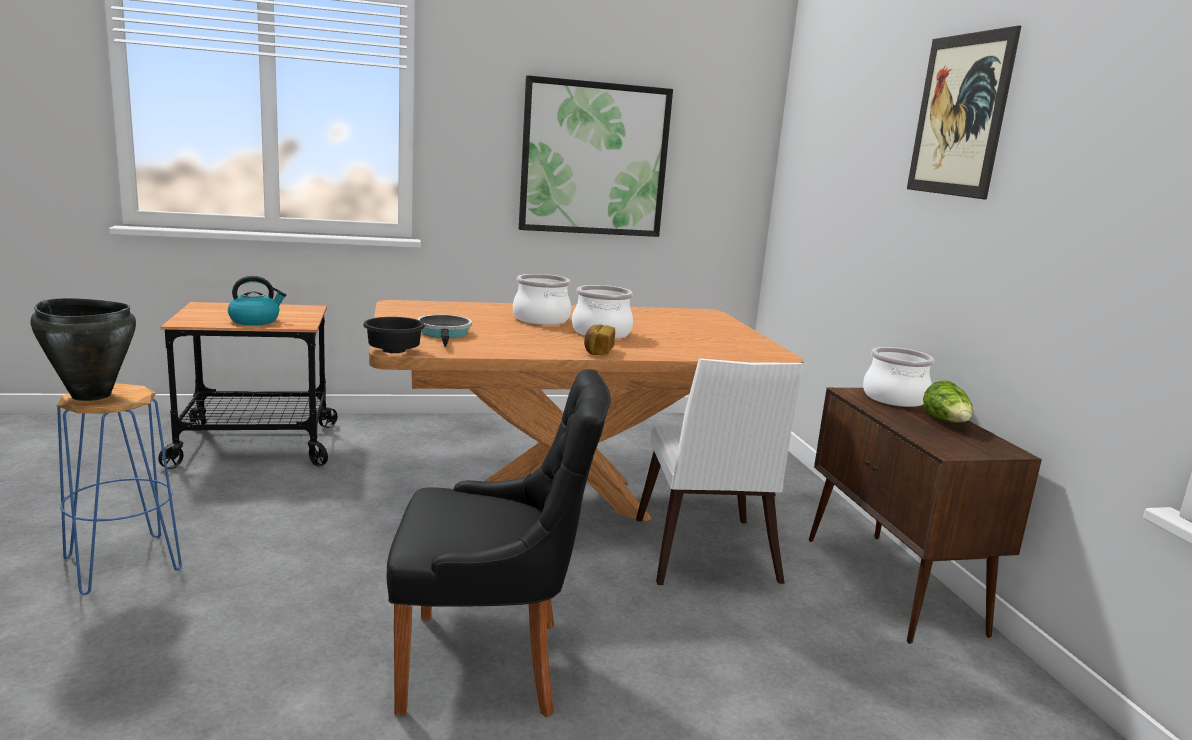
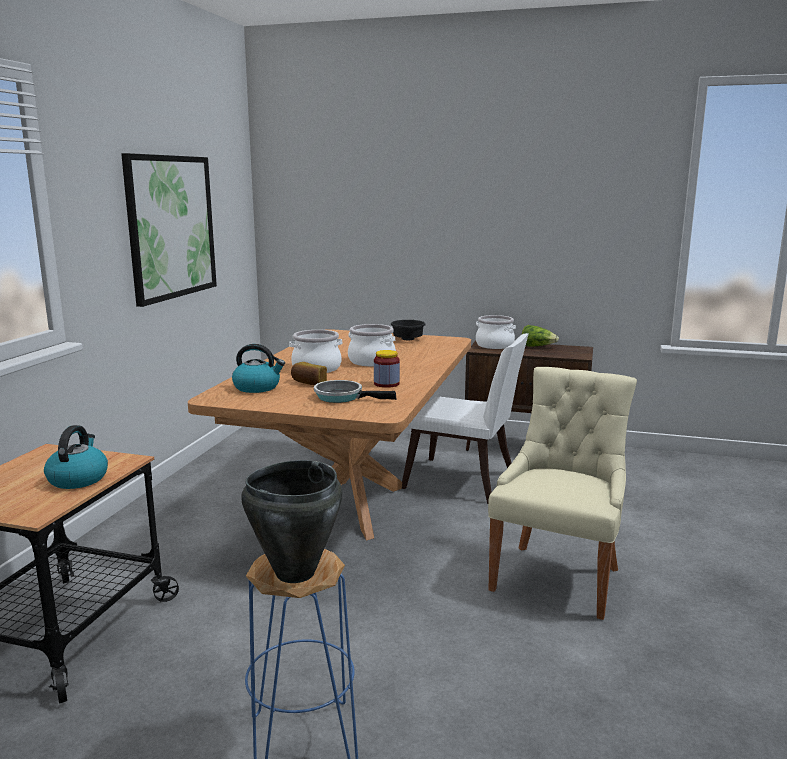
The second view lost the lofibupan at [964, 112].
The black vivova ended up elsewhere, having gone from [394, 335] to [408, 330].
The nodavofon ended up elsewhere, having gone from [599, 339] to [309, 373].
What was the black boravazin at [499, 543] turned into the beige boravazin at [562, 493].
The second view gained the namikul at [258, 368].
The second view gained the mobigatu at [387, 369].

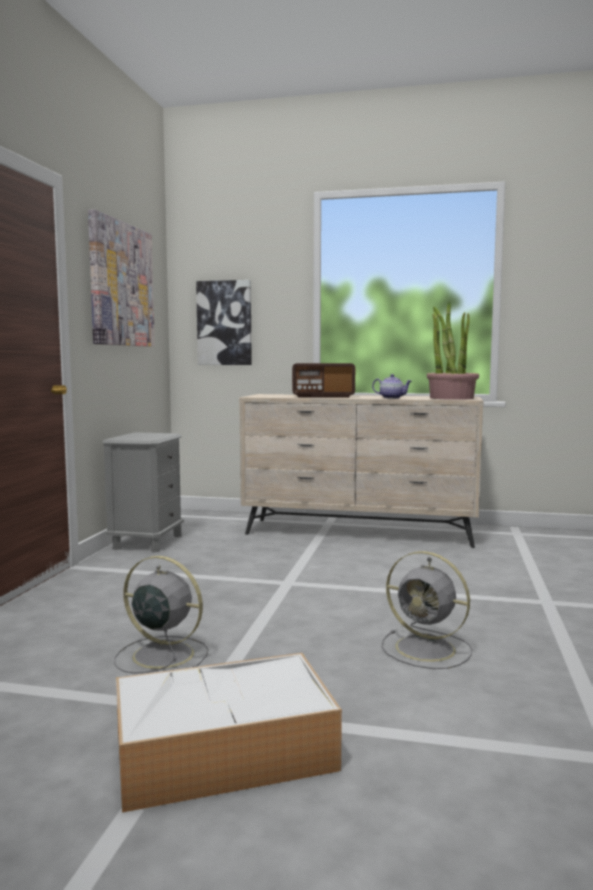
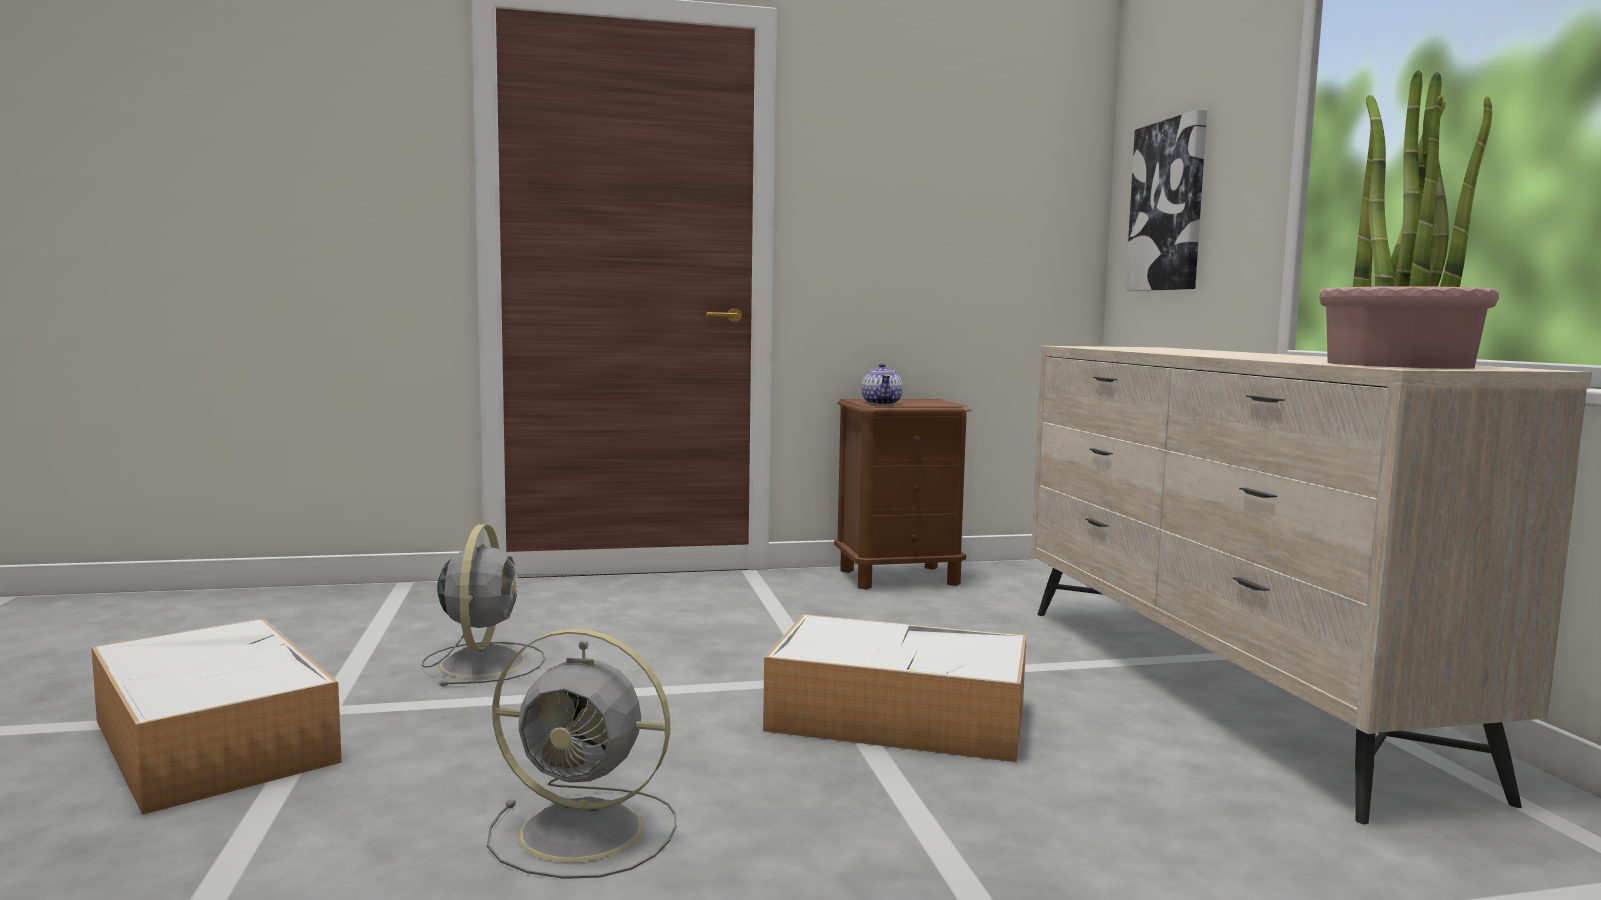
The second view lost the lofibupan at [121, 278].
The second view lost the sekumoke at [323, 380].
The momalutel ended up elsewhere, having gone from [392, 386] to [882, 384].
What was the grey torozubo at [143, 492] turned into the brown torozubo at [902, 494].
The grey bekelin at [427, 610] ended up facing another way, 90 degrees counterclockwise from before.
The second view gained the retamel at [894, 688].

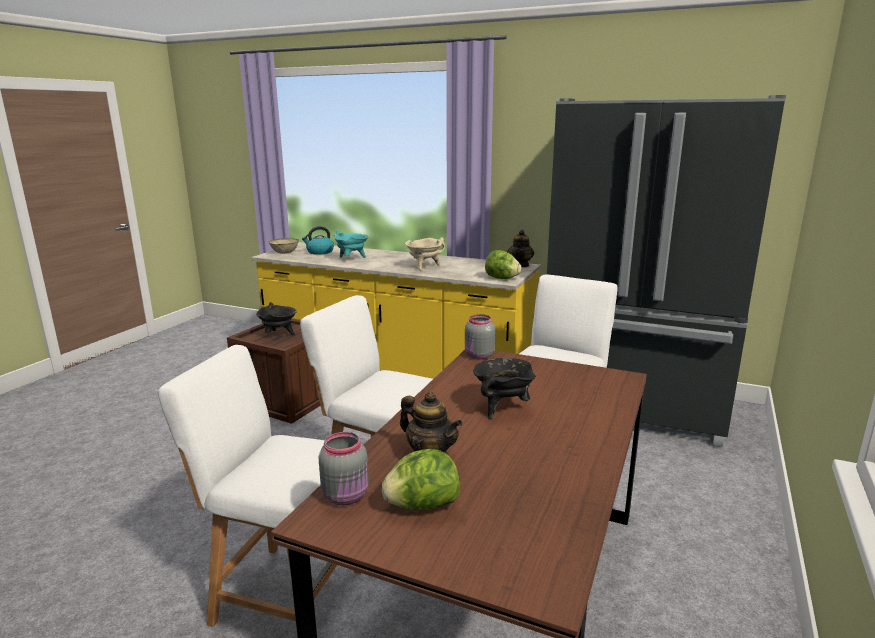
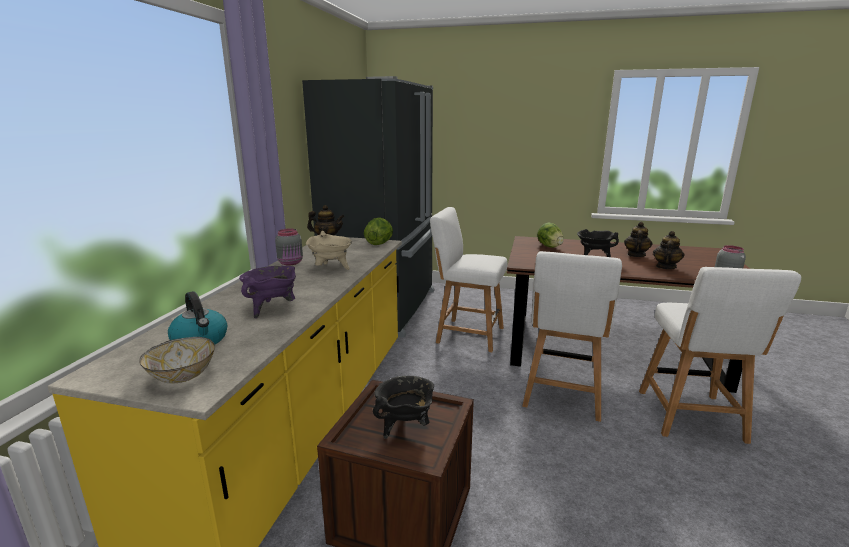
What was the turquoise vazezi at [350, 244] turned into the purple vazezi at [267, 292].
The grey mobigatu ended up elsewhere, having gone from [480, 336] to [289, 247].
The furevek ended up elsewhere, having gone from [421, 479] to [550, 235].
The second view gained the momalutel at [638, 239].

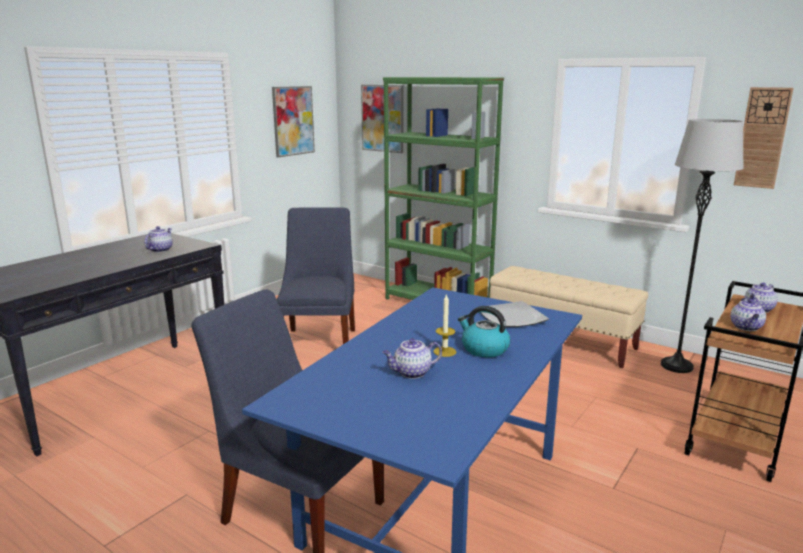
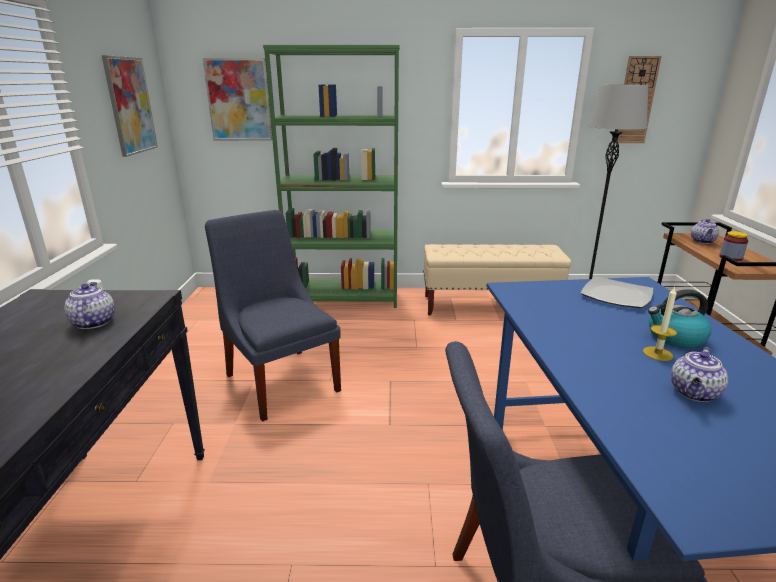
Where the momalutel stood at [748, 314], the mobigatu came to stand at [733, 246].

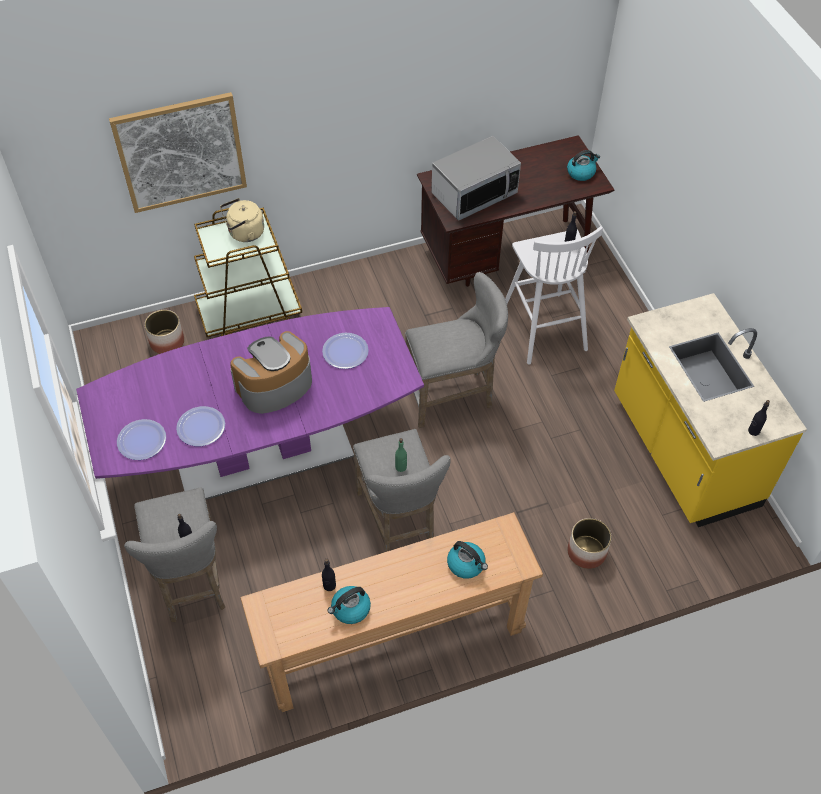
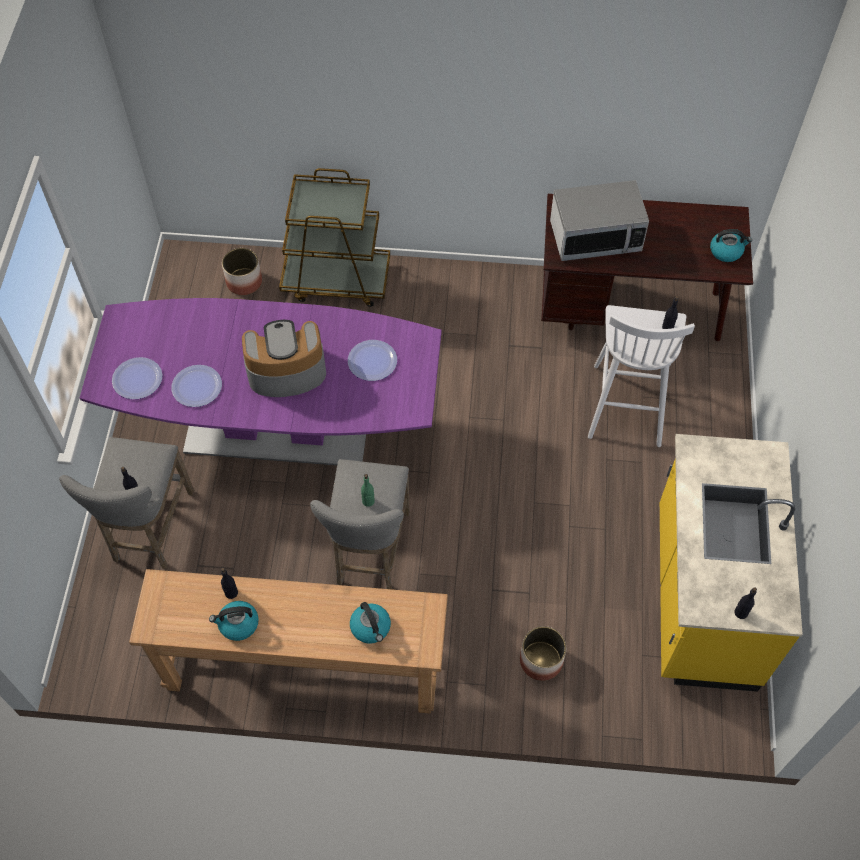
The second view lost the lofibupan at [178, 152].
The second view lost the beige namikul at [242, 220].
The second view lost the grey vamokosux at [456, 350].

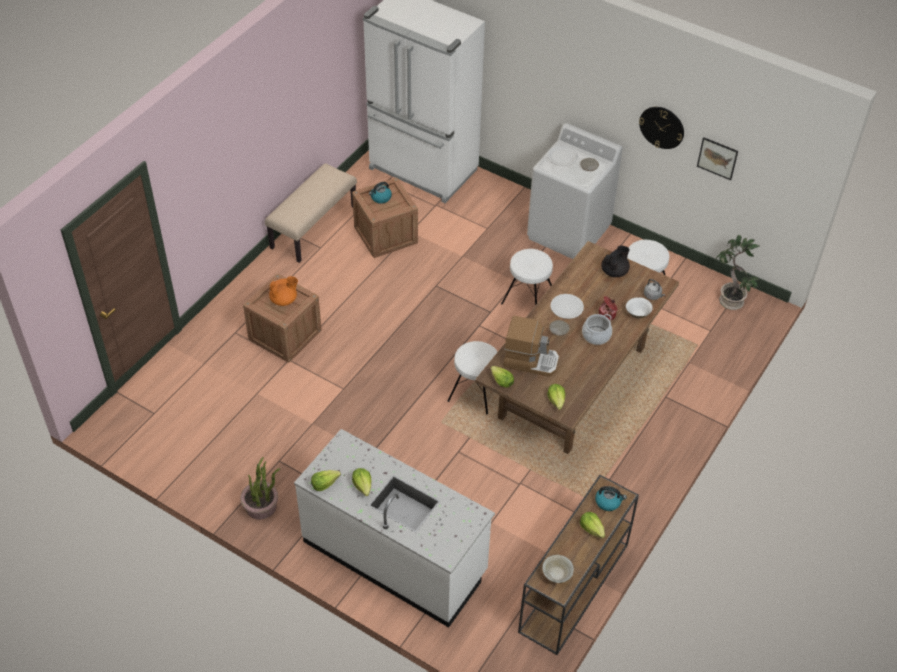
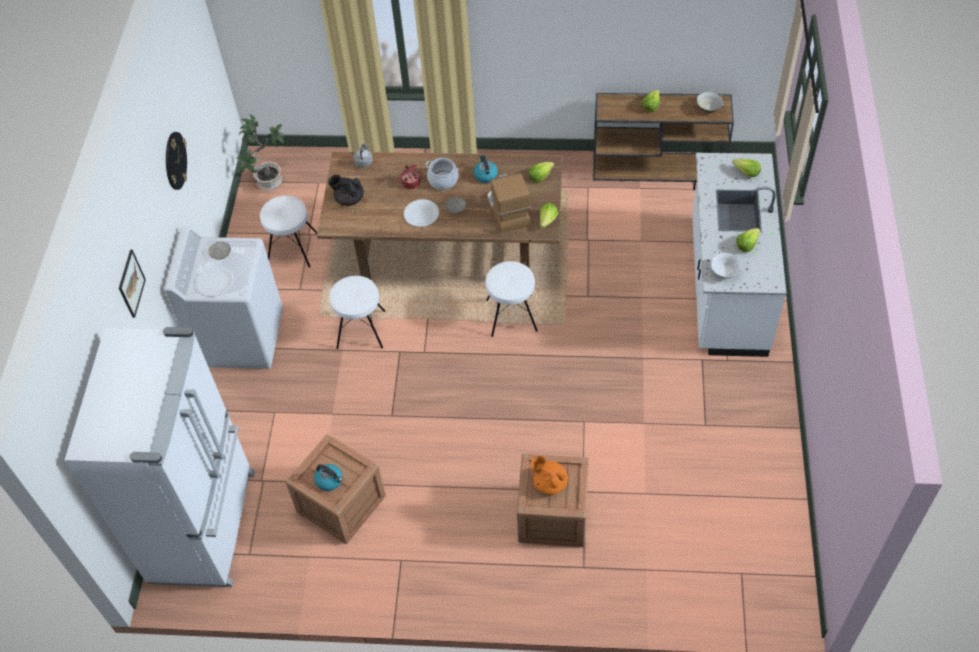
The lofibupan ended up elsewhere, having gone from [717, 158] to [132, 284].
The second view lost the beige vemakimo at [311, 213].
The white vivova ended up elsewhere, having gone from [639, 307] to [726, 265].
The second view lost the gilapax at [260, 488].
The furevek ended up elsewhere, having gone from [326, 480] to [746, 168].
The namikul ended up elsewhere, having gone from [611, 498] to [485, 169].

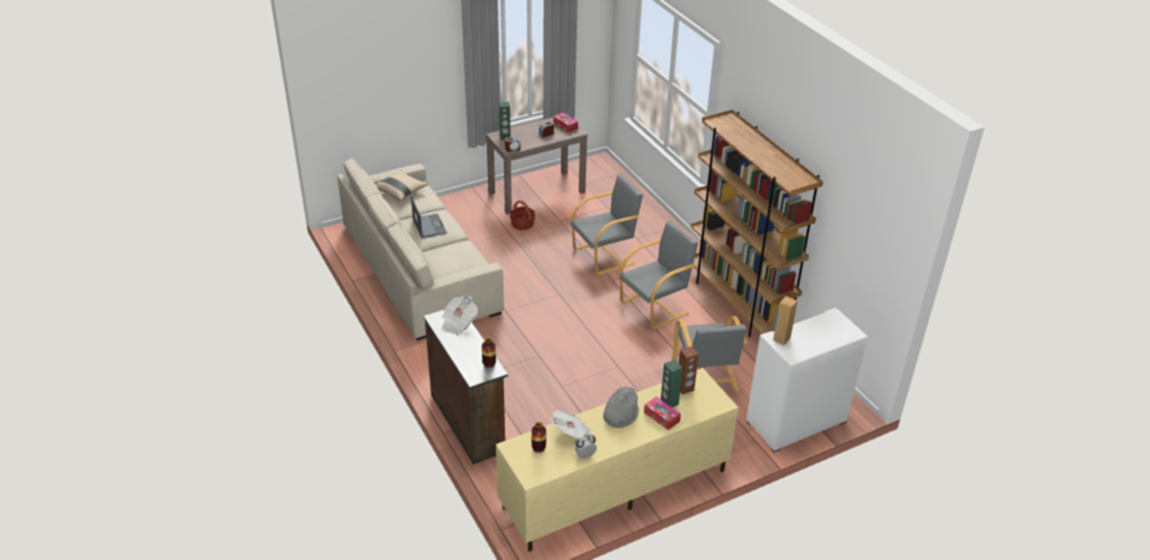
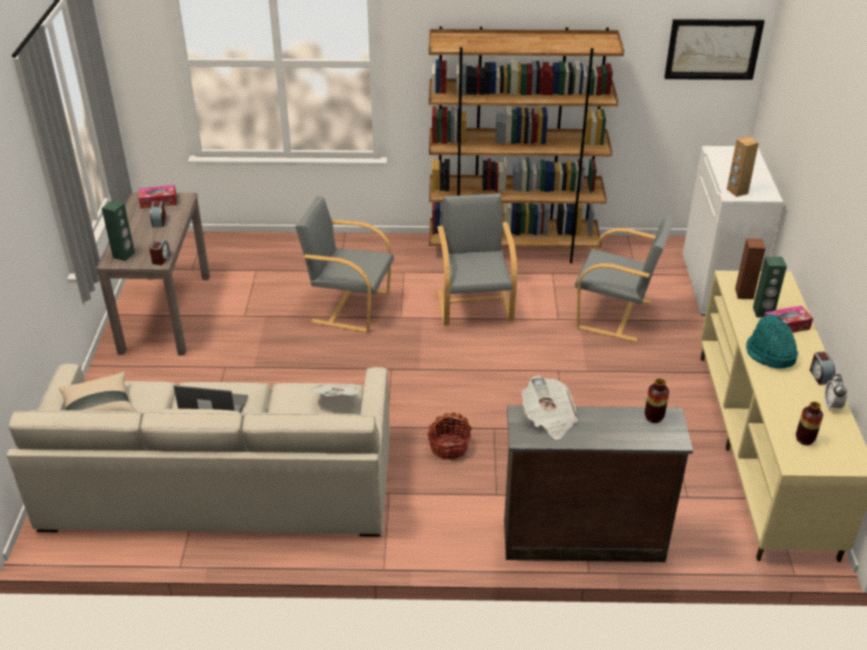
The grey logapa at [607, 224] ended up facing another way, 75 degrees counterclockwise from before.
The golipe ended up elsewhere, having gone from [522, 215] to [449, 435].
What was the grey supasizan at [621, 407] turned into the turquoise supasizan at [772, 341].
The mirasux ended up elsewhere, having gone from [572, 424] to [335, 390].
The second view gained the lofibupan at [714, 49].
The second view gained the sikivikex at [822, 368].

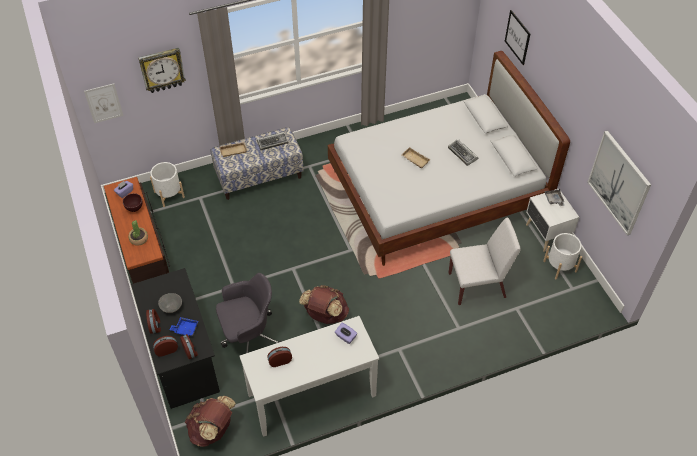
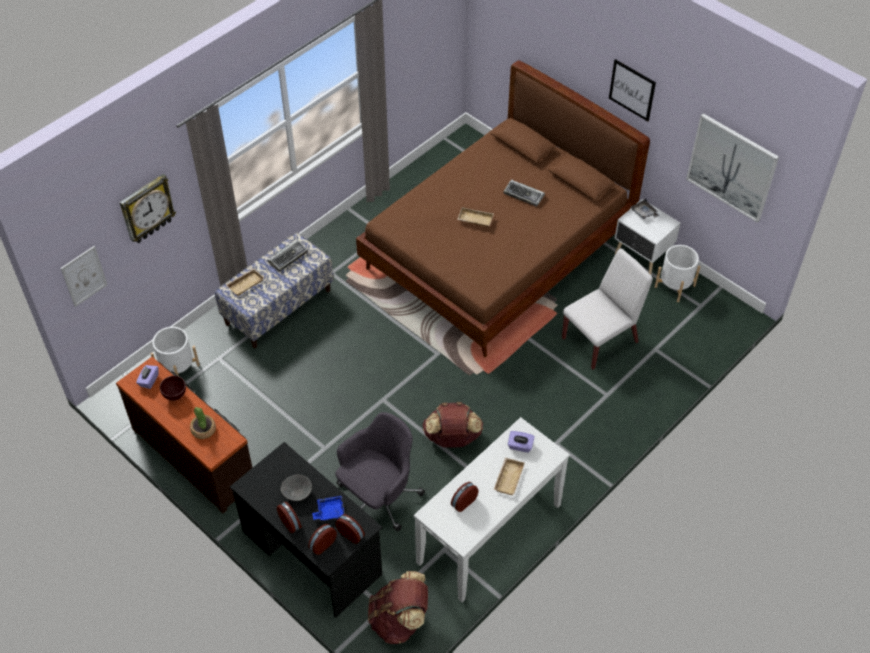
The lofibupan ended up elsewhere, having gone from [517, 37] to [632, 90].
What was the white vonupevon at [449, 158] turned into the brown vonupevon at [503, 208].
The second view gained the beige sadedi at [509, 476].

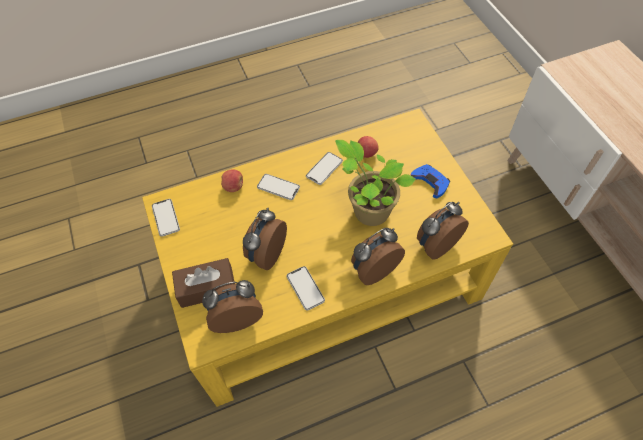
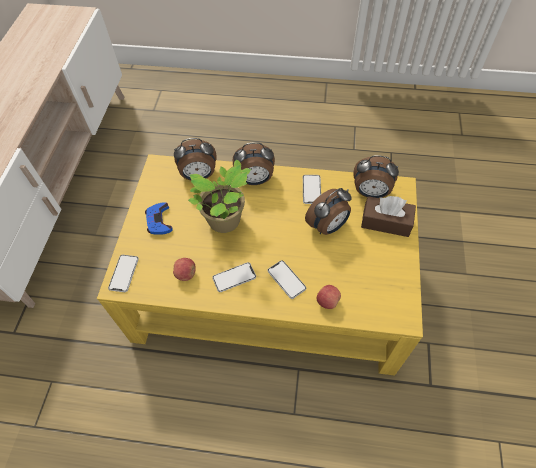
The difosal ended up elsewhere, having gone from [166, 218] to [123, 273].

